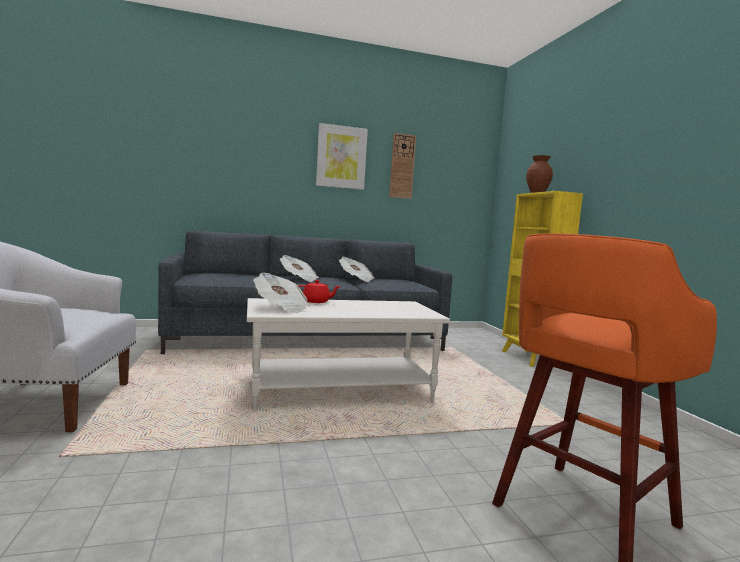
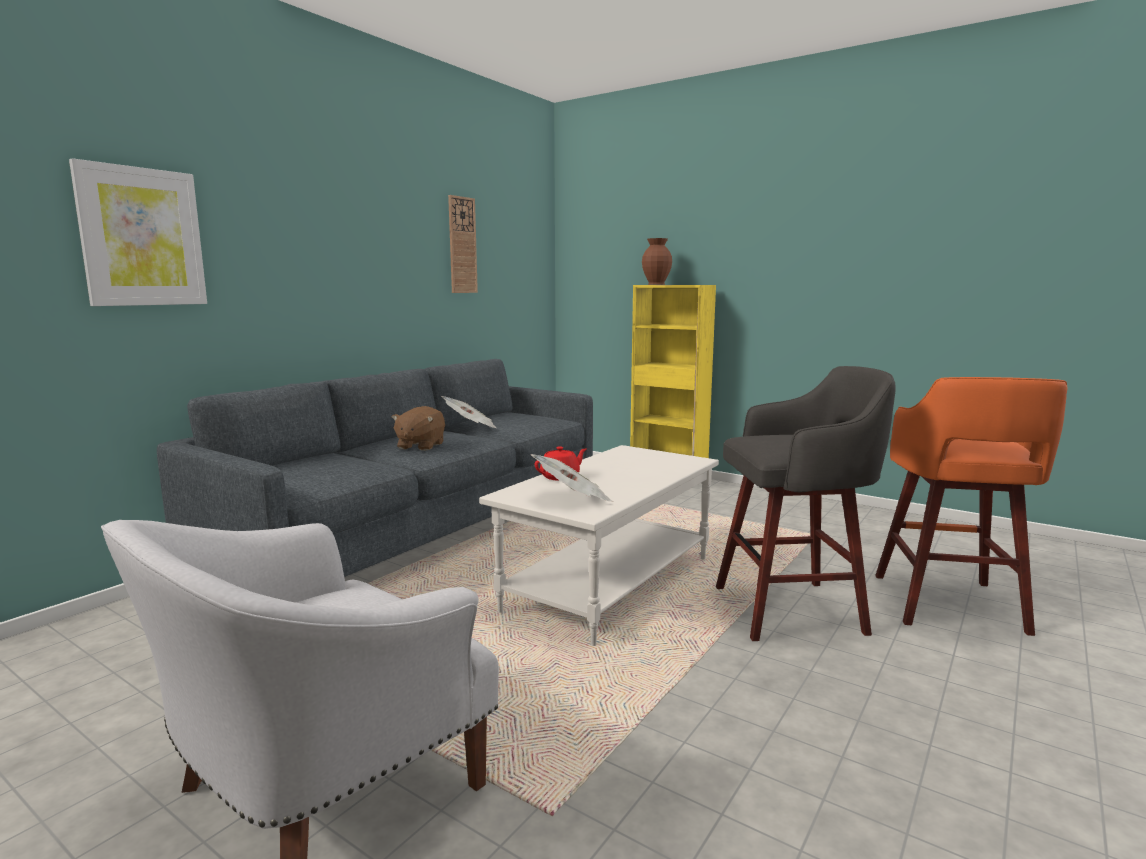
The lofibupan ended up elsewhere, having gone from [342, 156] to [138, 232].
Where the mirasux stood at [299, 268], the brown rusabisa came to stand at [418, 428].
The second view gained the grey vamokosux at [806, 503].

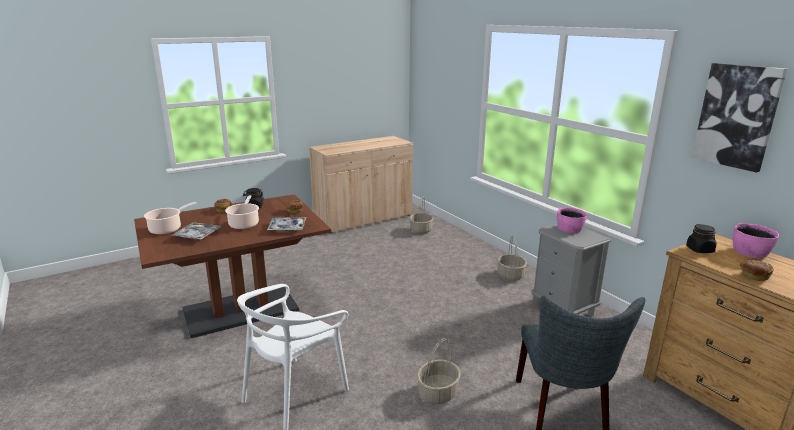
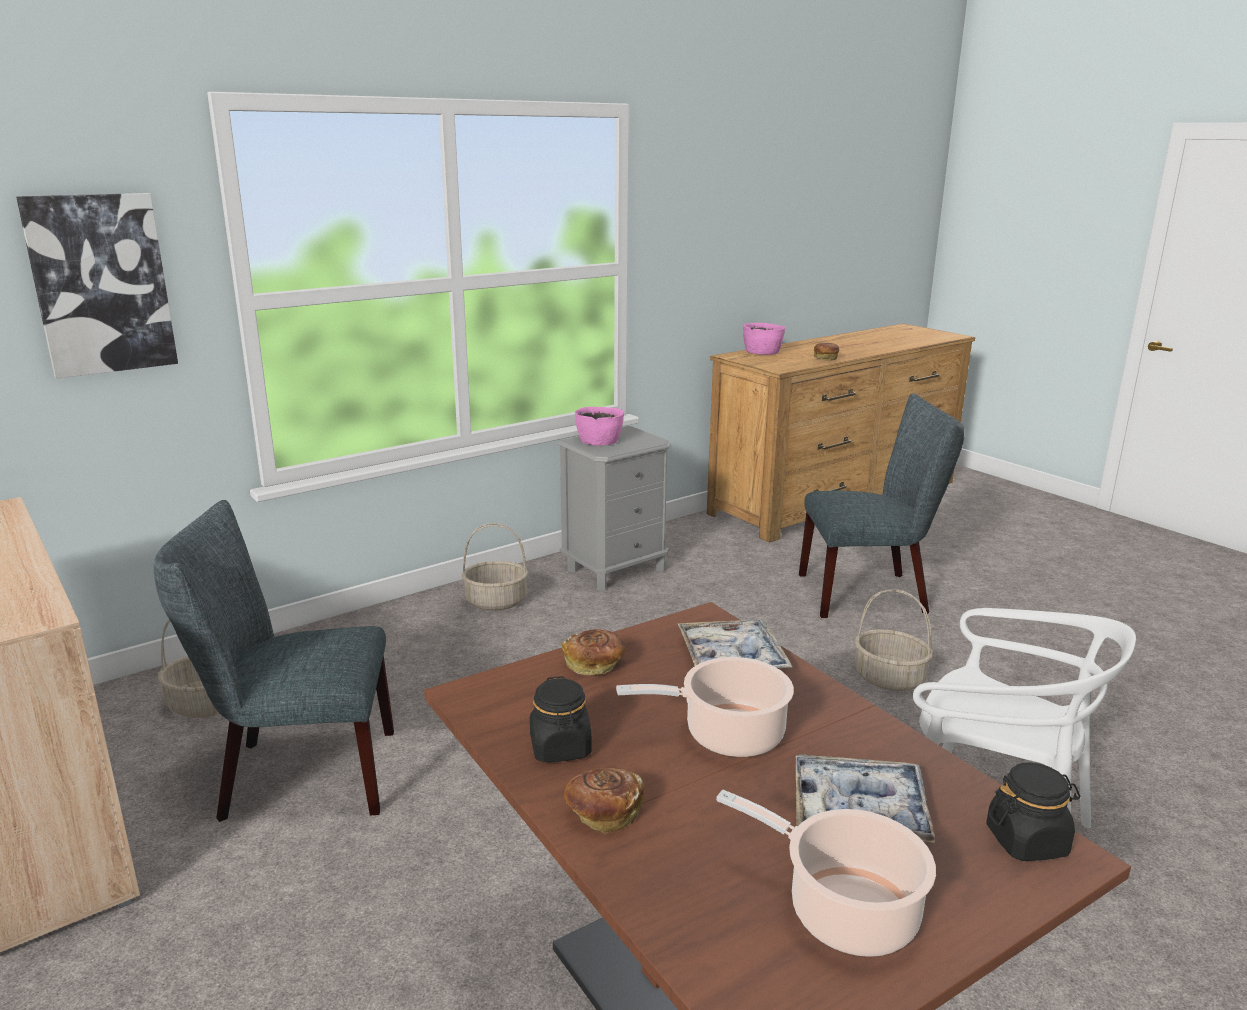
The lofibupan ended up elsewhere, having gone from [739, 118] to [97, 286].
The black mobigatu ended up elsewhere, having gone from [701, 238] to [1033, 811].
The second view gained the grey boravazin at [274, 661].

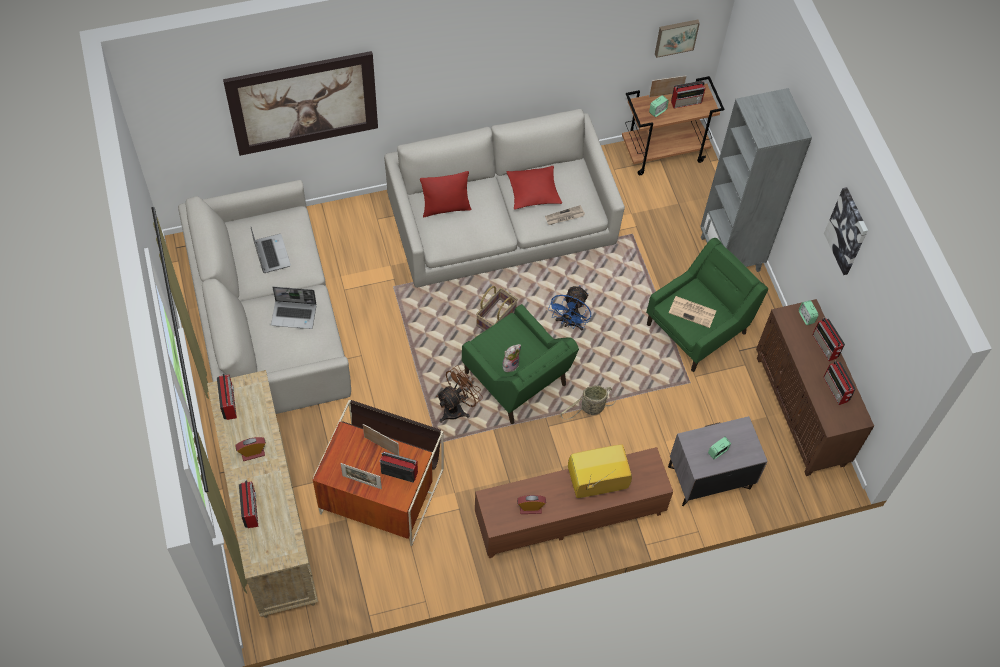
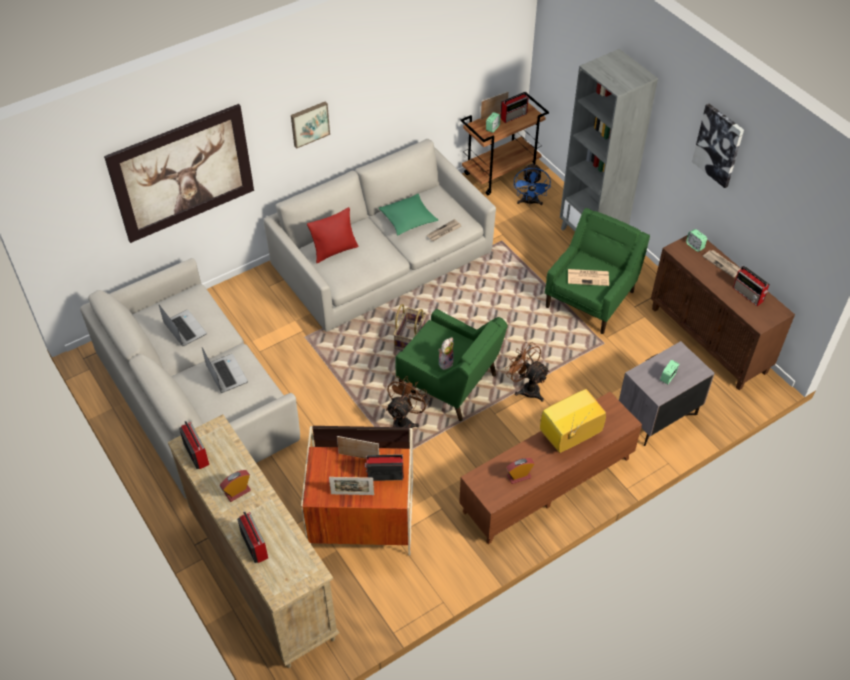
The lofibupan ended up elsewhere, having gone from [677, 39] to [310, 125].
What was the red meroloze at [534, 188] turned into the green meroloze at [408, 214].
The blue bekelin ended up elsewhere, having gone from [569, 308] to [532, 184].
The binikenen at [293, 308] ended up facing another way, 105 degrees counterclockwise from before.
Where the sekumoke stood at [828, 339], the mirasux came to stand at [721, 264].
Where the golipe stood at [588, 402], the brown bekelin came to stand at [527, 372].

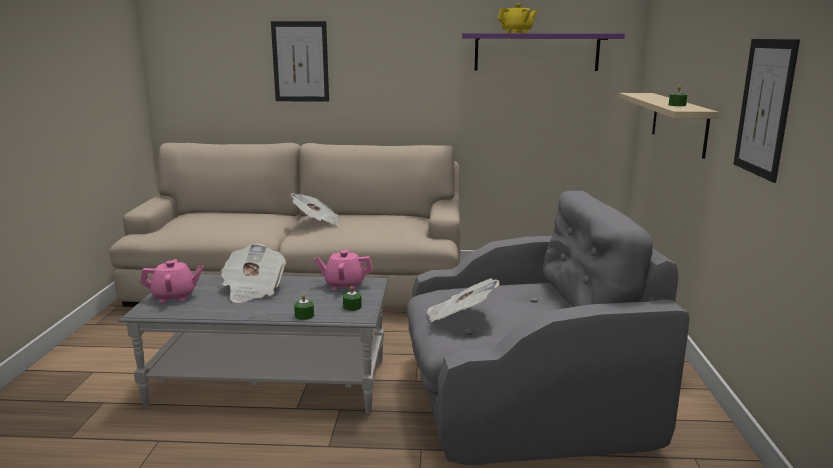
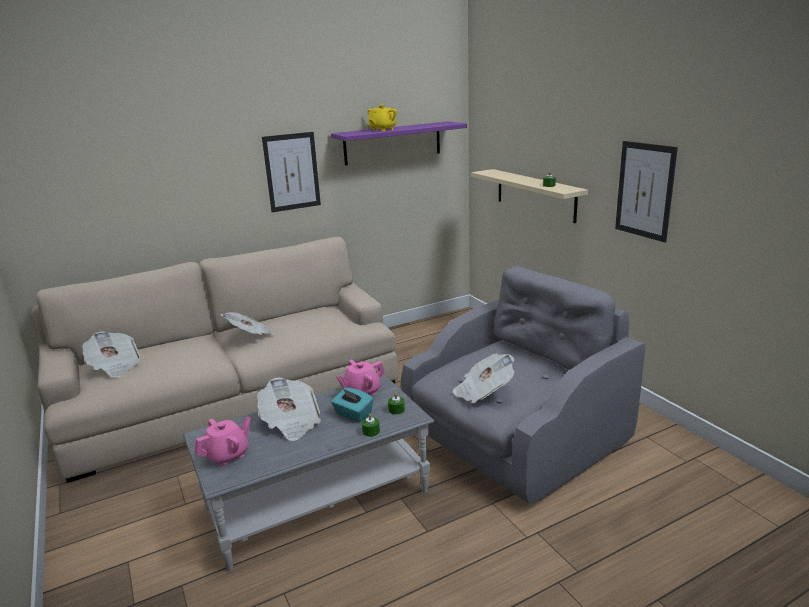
The lofibupan ended up elsewhere, having gone from [300, 61] to [291, 172].
The second view gained the mirasux at [111, 354].
The second view gained the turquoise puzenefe at [352, 405].

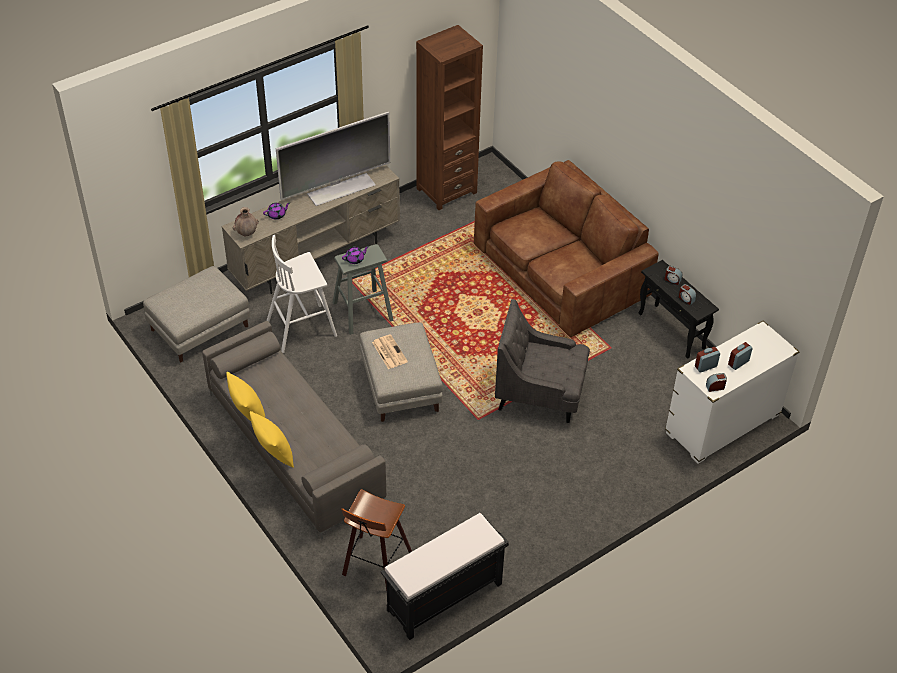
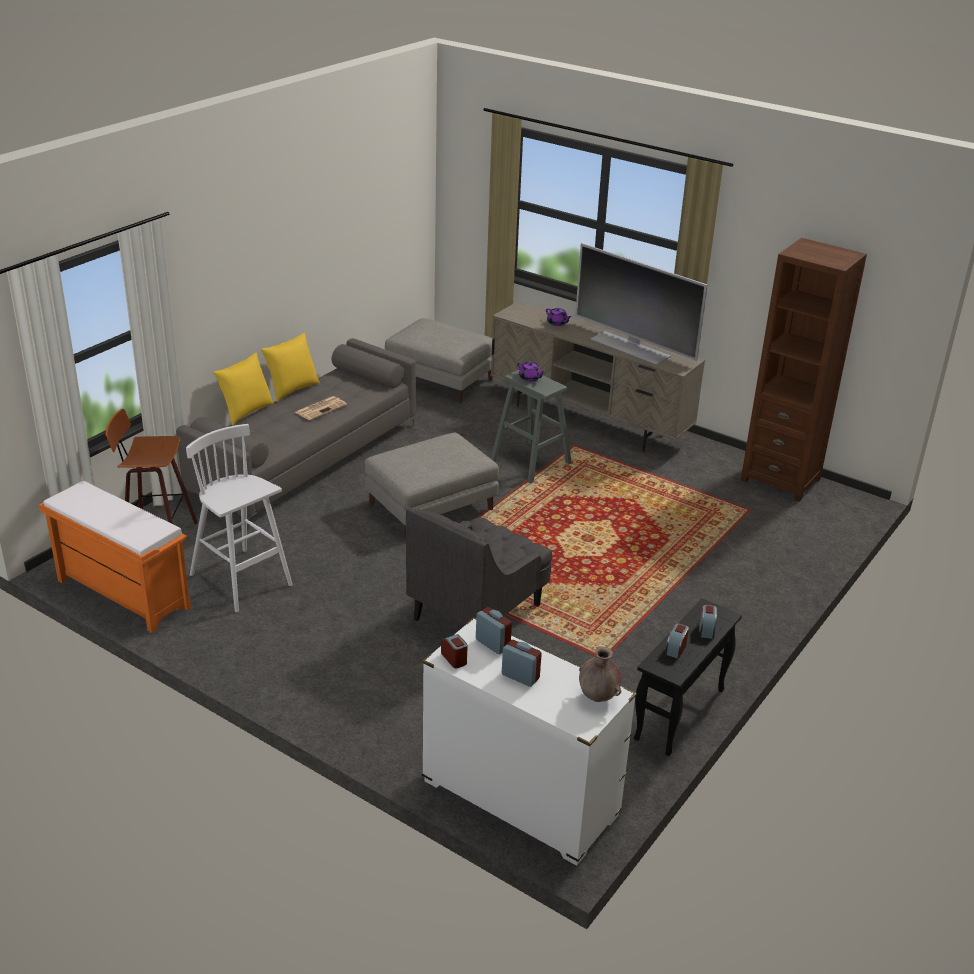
The second view lost the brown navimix at [566, 248].
The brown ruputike ended up elsewhere, having gone from [246, 221] to [600, 674].
The white vamokosux ended up elsewhere, having gone from [302, 294] to [239, 518].
The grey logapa at [542, 361] ended up facing another way, 135 degrees counterclockwise from before.
The mirasux ended up elsewhere, having gone from [390, 351] to [321, 408].
What was the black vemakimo at [445, 576] turned into the orange vemakimo at [115, 557].

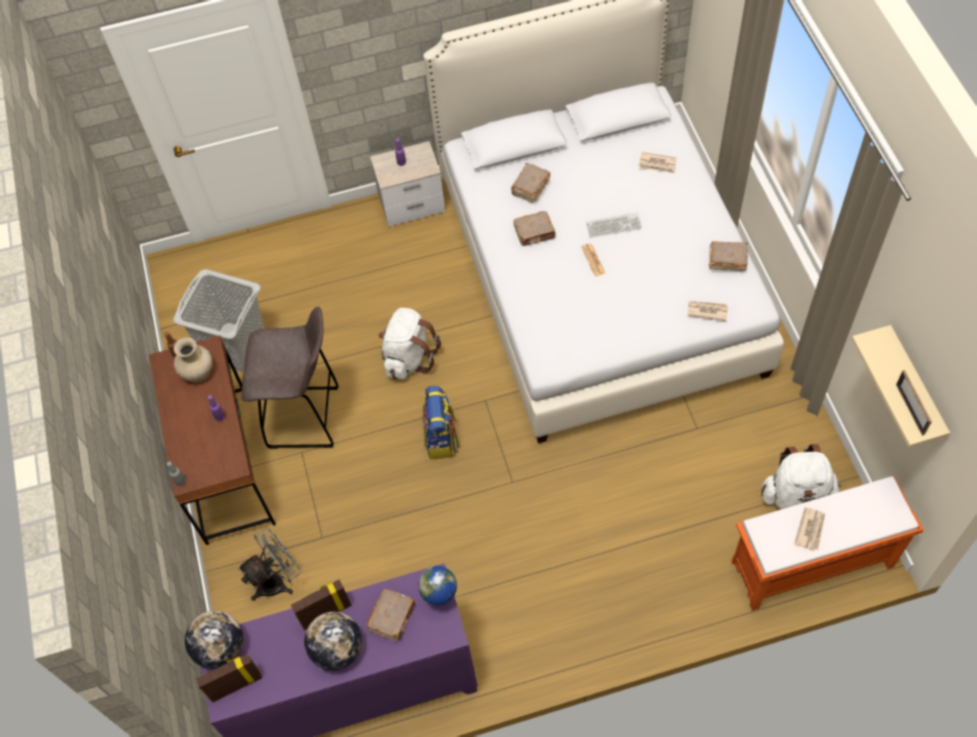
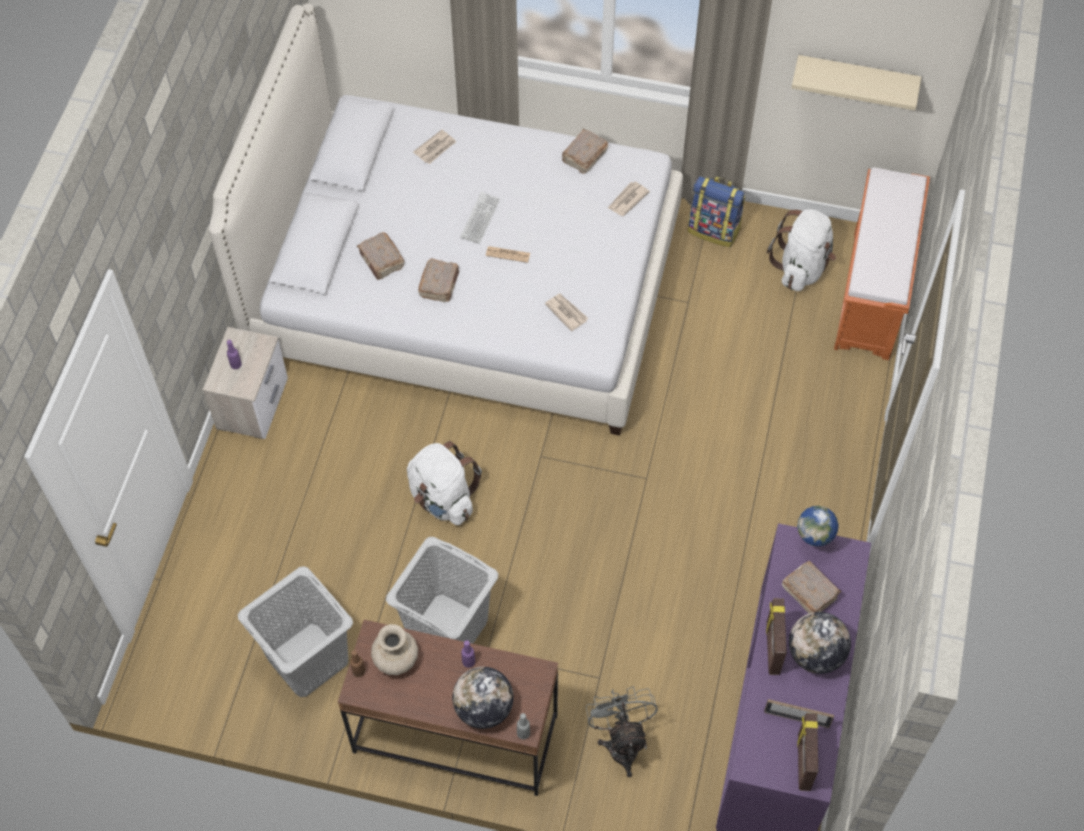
Where the grey vamokosux stood at [290, 377], the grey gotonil came to stand at [442, 590].
The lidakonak ended up elsewhere, having gone from [914, 403] to [799, 713].
The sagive ended up elsewhere, having gone from [440, 422] to [716, 211].
The mirasux ended up elsewhere, having gone from [809, 529] to [566, 312].
The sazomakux ended up elsewhere, having gone from [214, 640] to [483, 698].

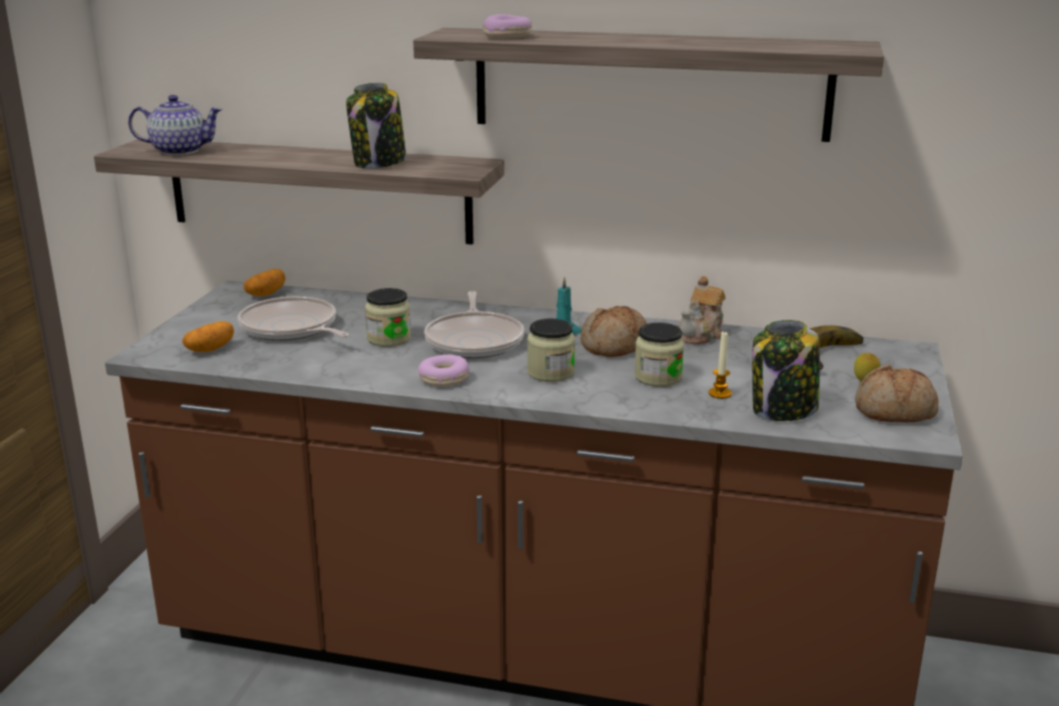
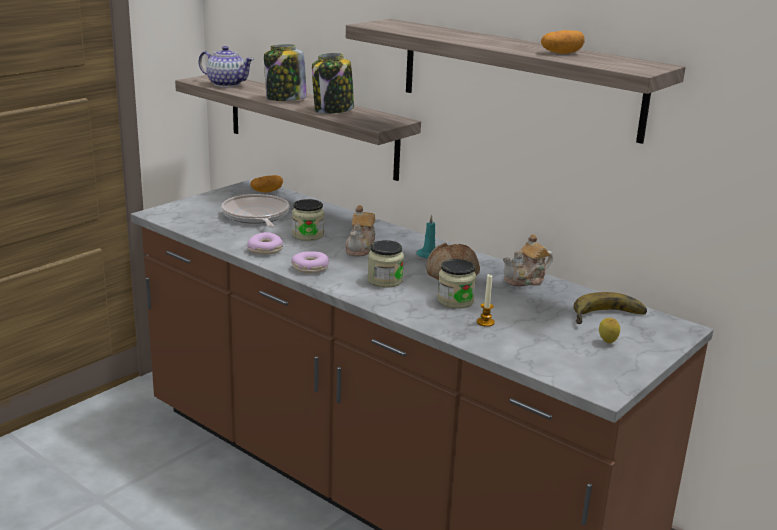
The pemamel ended up elsewhere, having gone from [507, 26] to [265, 243].
Where the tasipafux stood at [474, 324], the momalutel came to stand at [360, 231].
The mobigatu ended up elsewhere, having gone from [786, 370] to [285, 72].
The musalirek ended up elsewhere, having gone from [208, 336] to [563, 42].
The second view lost the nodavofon at [897, 393].

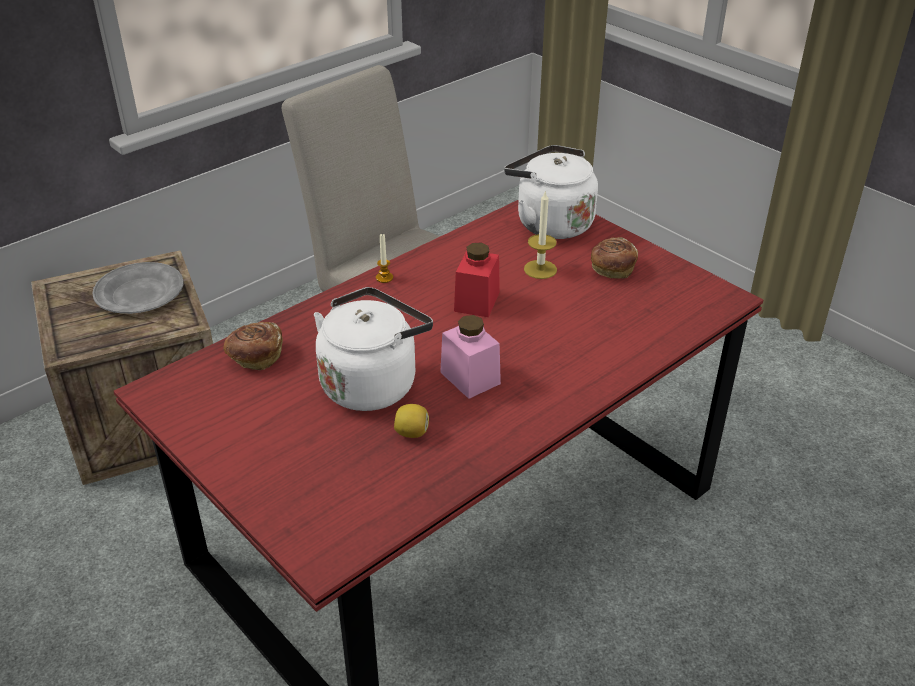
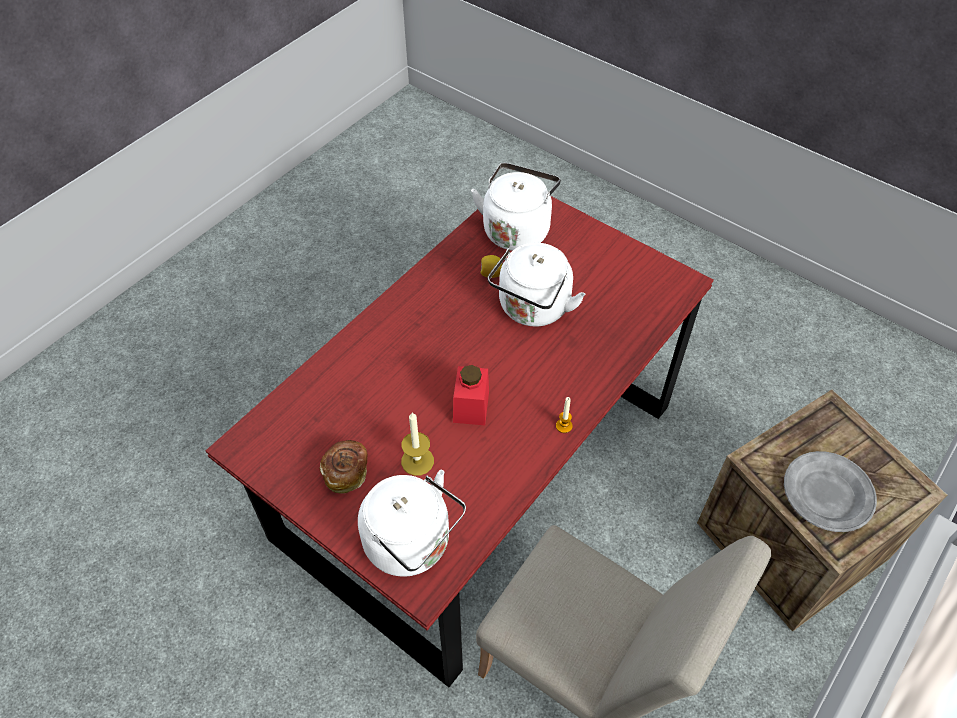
The second view lost the pink mobigatu at [470, 357].
The second view lost the nodavofon at [253, 346].
The second view gained the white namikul at [516, 207].

